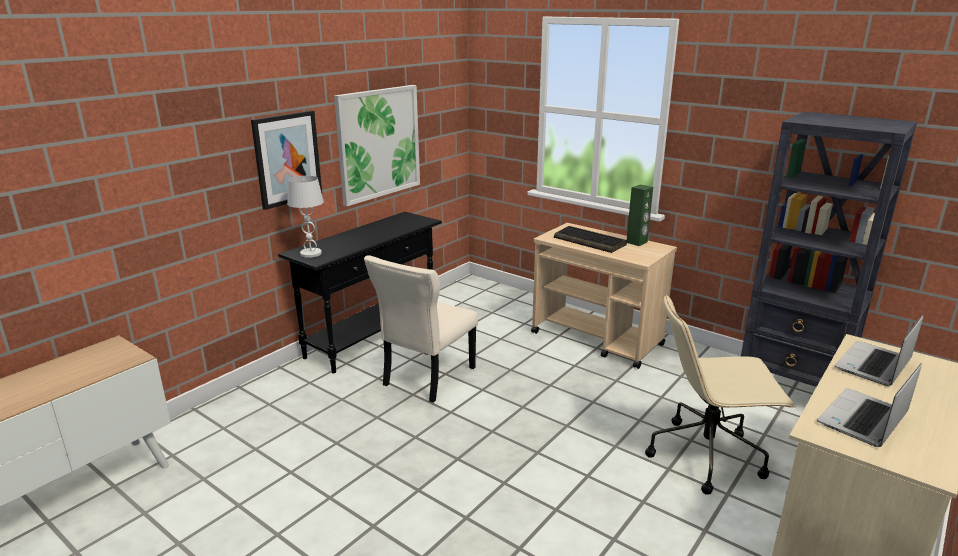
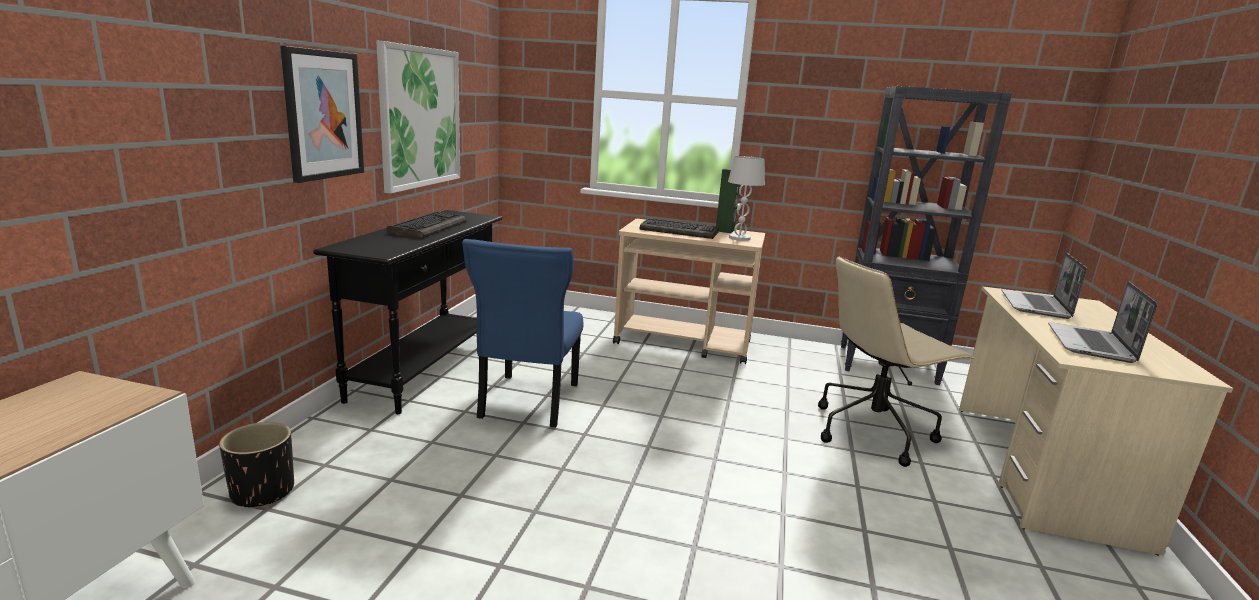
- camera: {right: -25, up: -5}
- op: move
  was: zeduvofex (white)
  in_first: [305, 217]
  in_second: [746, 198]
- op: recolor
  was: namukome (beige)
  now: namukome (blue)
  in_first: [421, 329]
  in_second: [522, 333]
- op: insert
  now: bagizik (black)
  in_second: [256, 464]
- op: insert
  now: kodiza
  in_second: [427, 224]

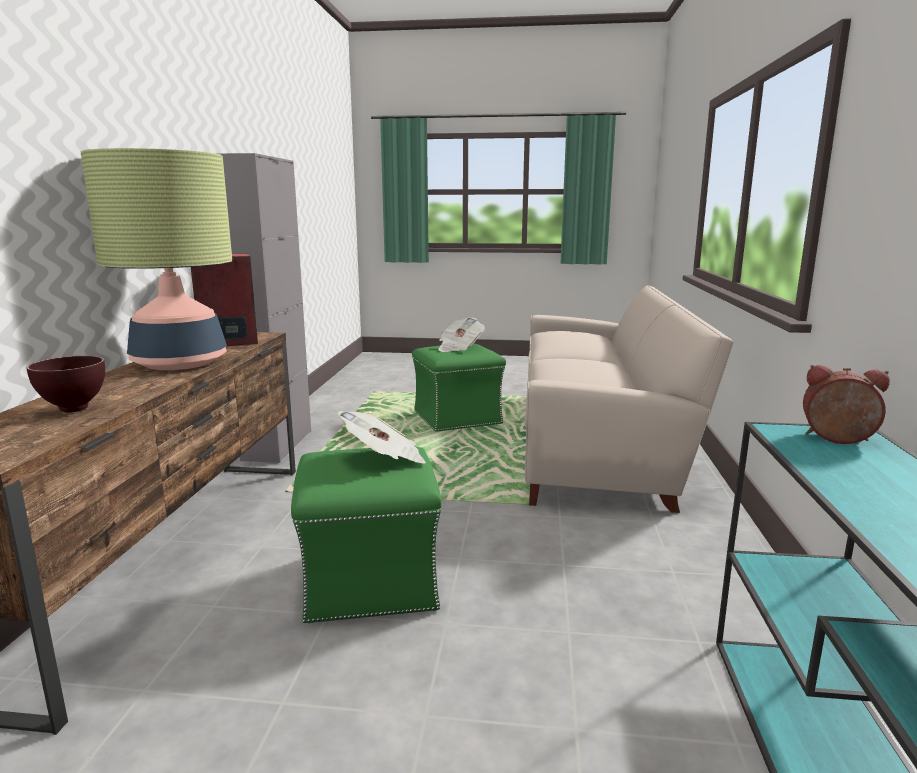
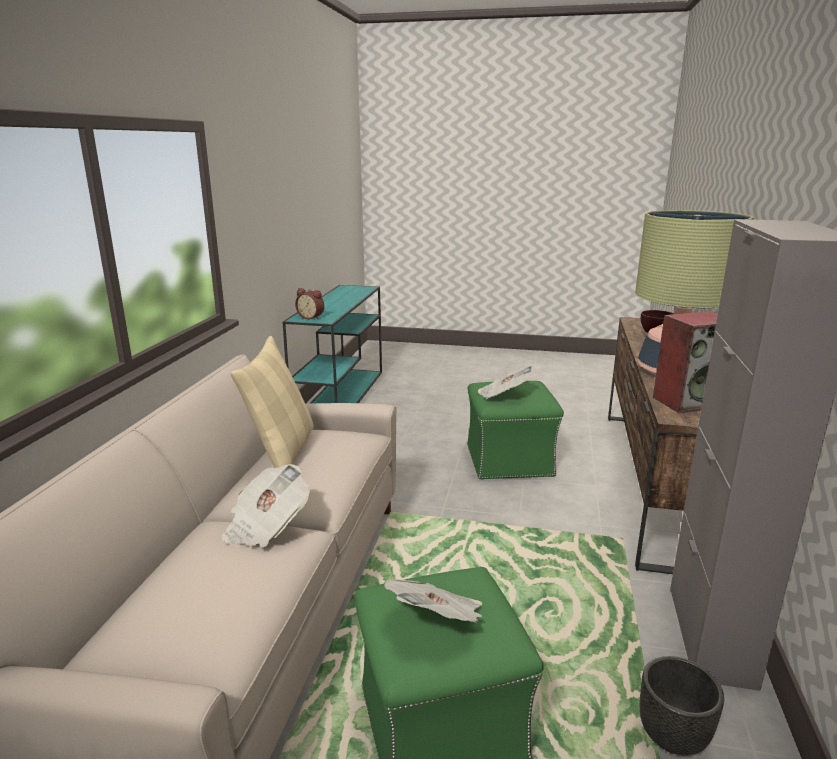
- camera: {right: -175, up: 5}
- op: insert
  now: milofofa
  in_second: [265, 505]
- op: insert
  now: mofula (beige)
  in_second: [272, 402]
- op: insert
  now: bagizik (black)
  in_second: [682, 705]

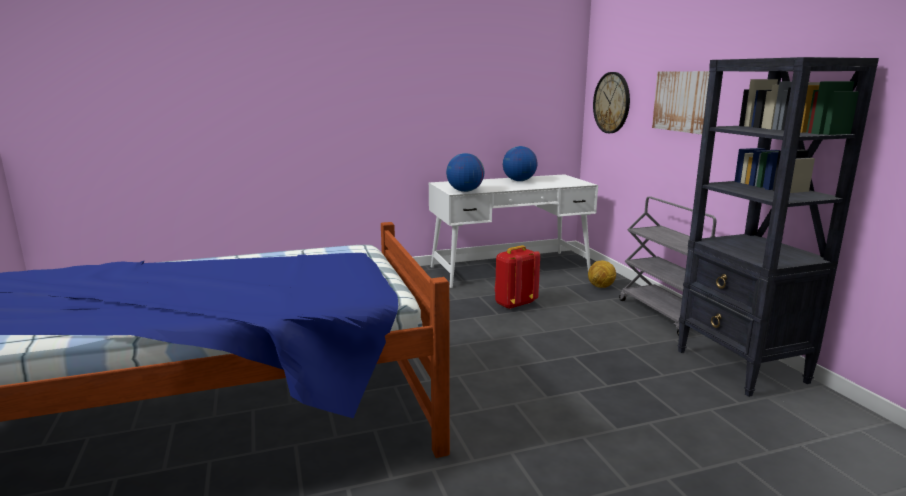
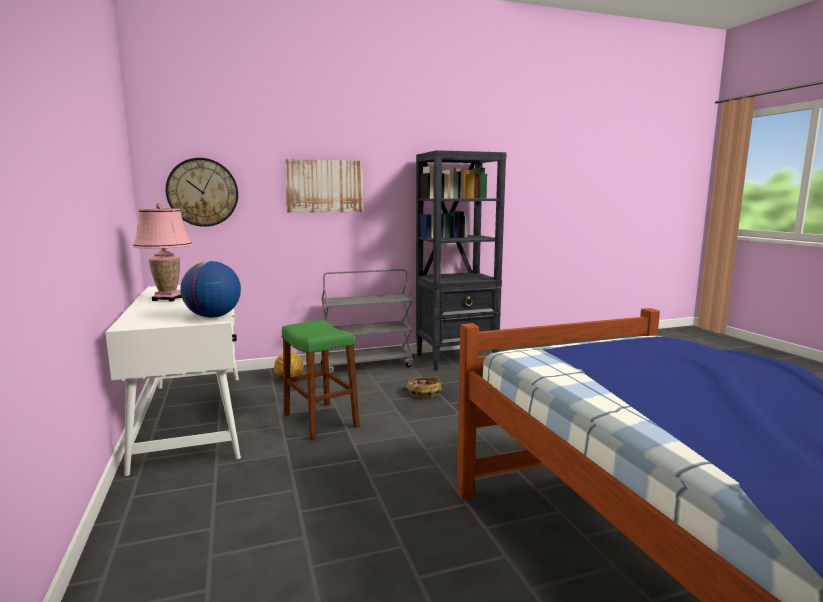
- camera: {right: -90, up: -5}
- op: replace
  was: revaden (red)
  now: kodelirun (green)
  in_first: [517, 277]
  in_second: [320, 380]
- op: replace
  was: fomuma
  now: zeduvofex (pink)
  in_first: [520, 163]
  in_second: [162, 252]
- op: insert
  now: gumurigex
  in_second: [422, 387]

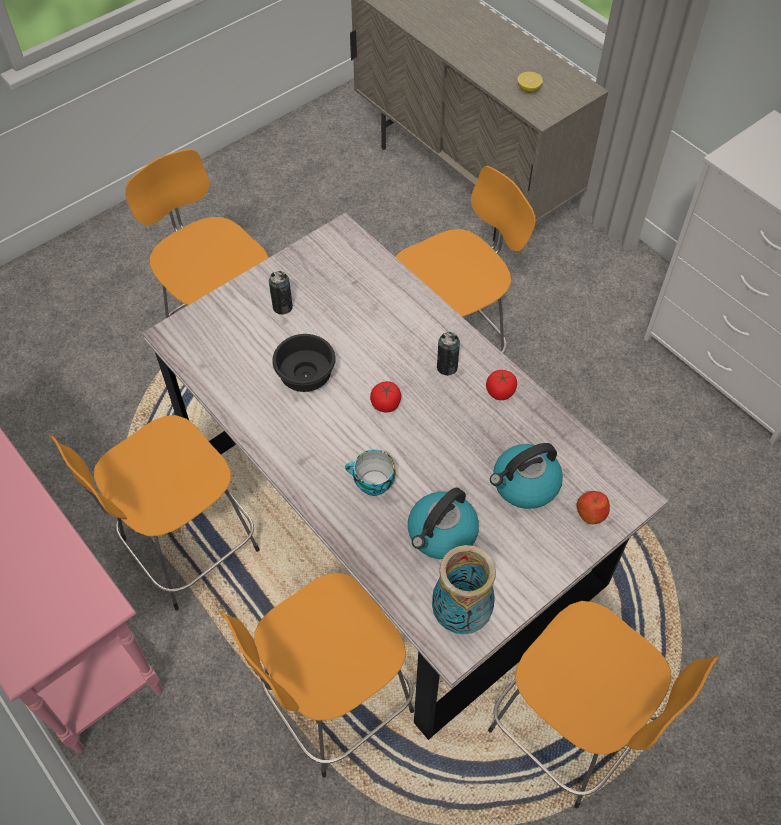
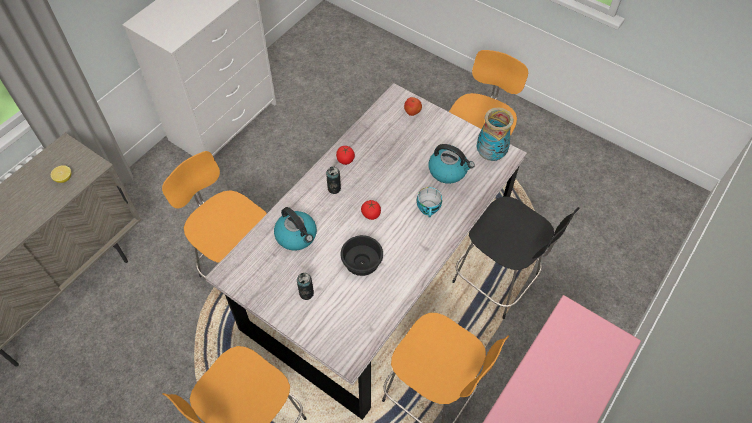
- camera: {right: -105, up: 0}
- op: recolor
  was: kodelirun (orange)
  now: kodelirun (black)
  in_first: [317, 675]
  in_second: [515, 257]
- op: move
  was: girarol
  in_first: [526, 476]
  in_second: [295, 229]

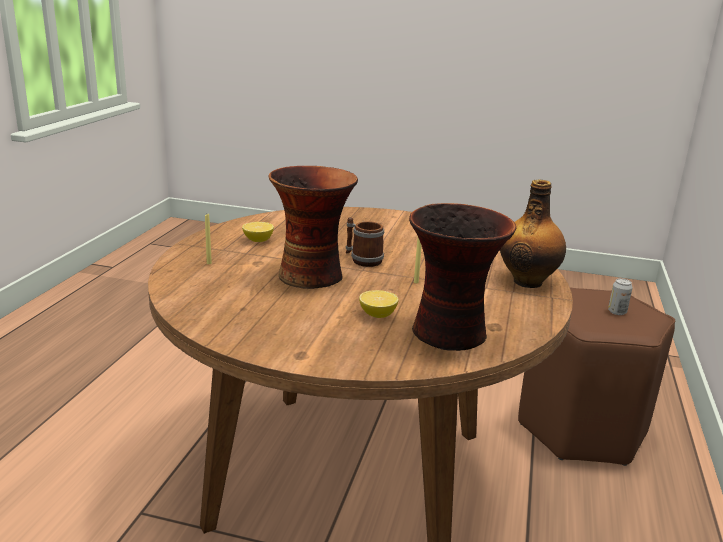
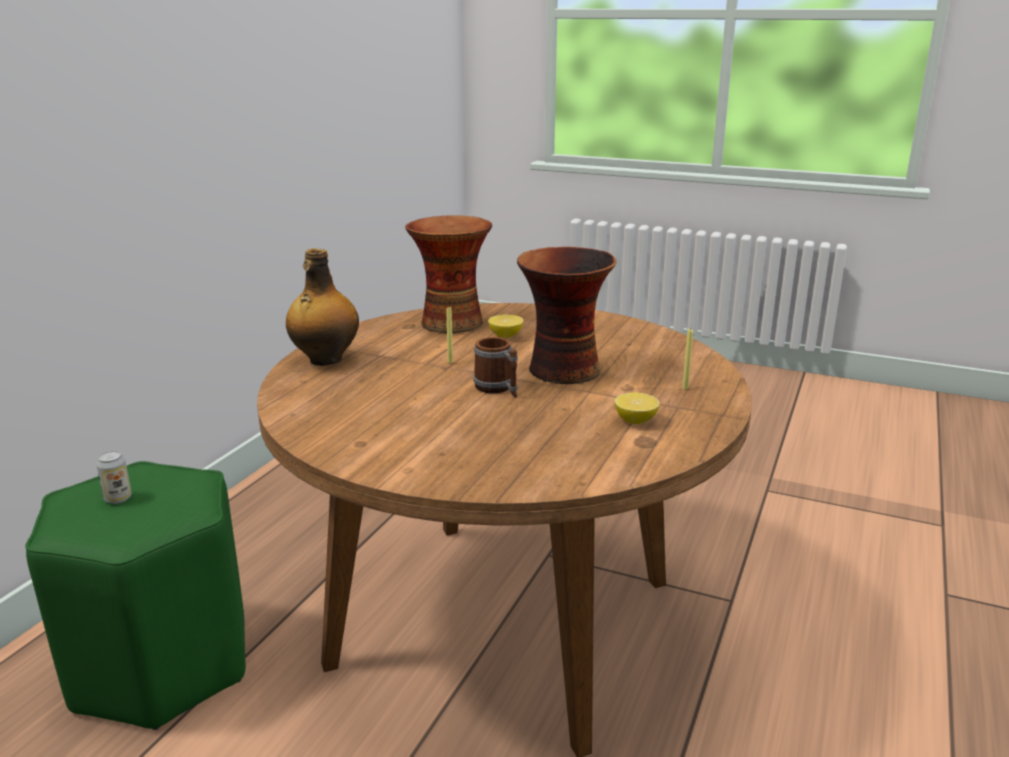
- camera: {right: -170, up: 0}
- op: recolor
  was: kodelirun (brown)
  now: kodelirun (green)
  in_first: [596, 377]
  in_second: [135, 595]

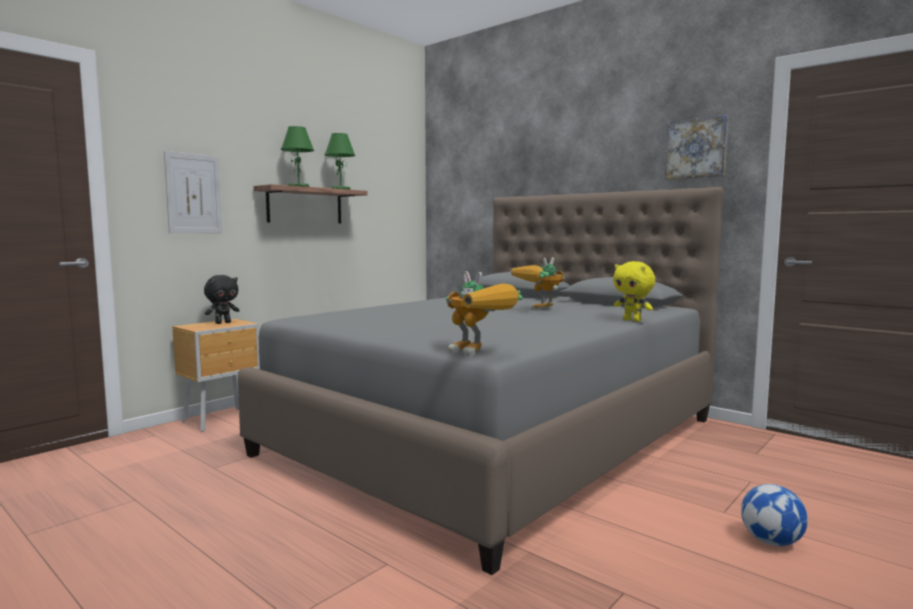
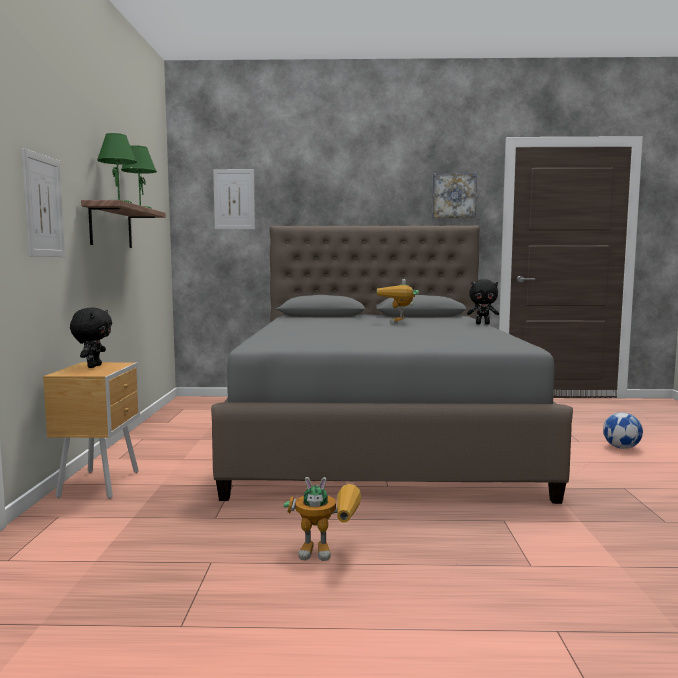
- camera: {right: -40, up: 0}
- op: move
  was: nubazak
  in_first: [484, 313]
  in_second: [322, 519]
- op: recolor
  was: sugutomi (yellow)
  now: sugutomi (black)
  in_first: [634, 291]
  in_second: [483, 301]
- op: insert
  now: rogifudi
  in_second: [234, 199]

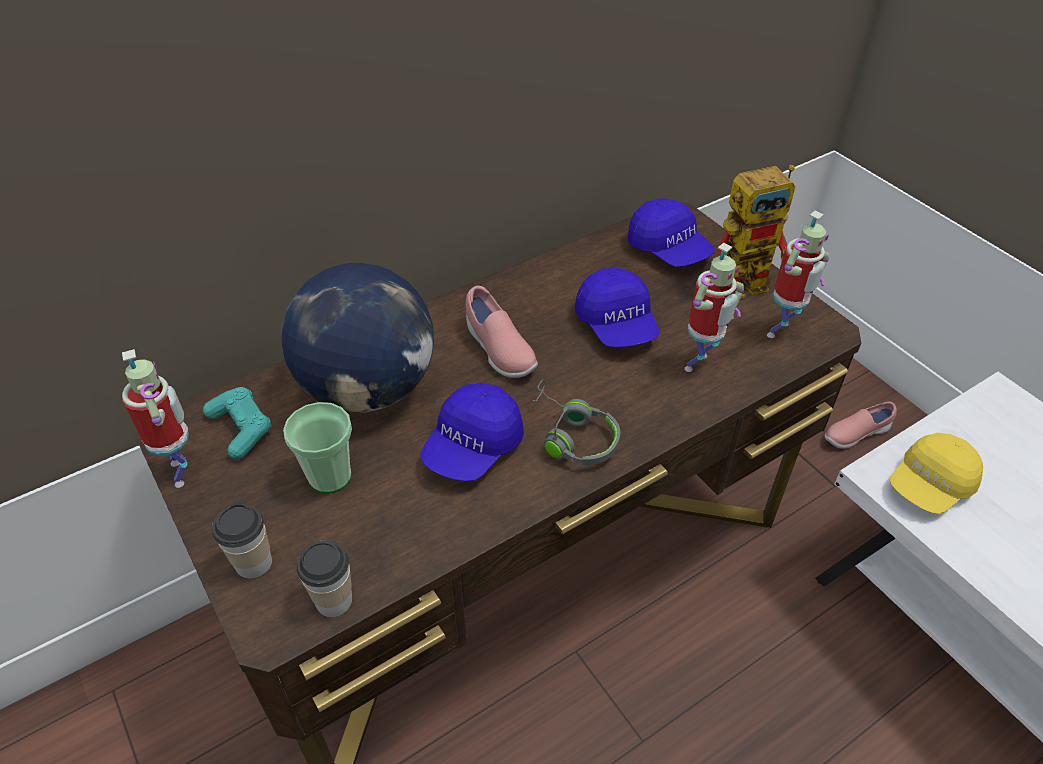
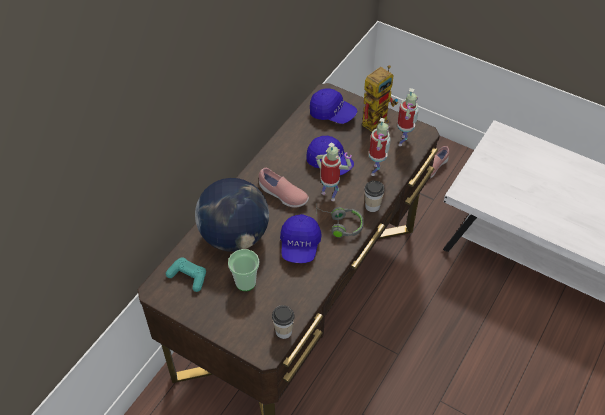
- camera: {right: -25, up: 5}
- op: move
  was: nubazak
  in_first: [155, 418]
  in_second: [334, 171]
- op: move
  was: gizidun
  in_first: [242, 541]
  in_second: [374, 196]
- op: delete
  was: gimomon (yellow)
  in_first: [936, 473]

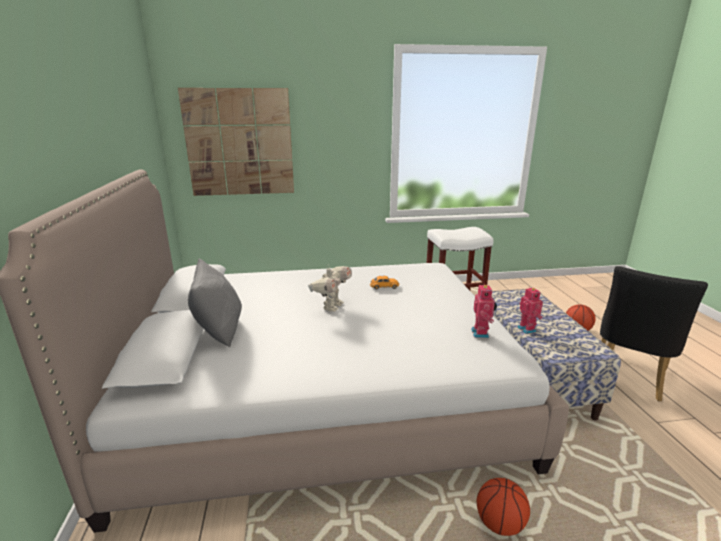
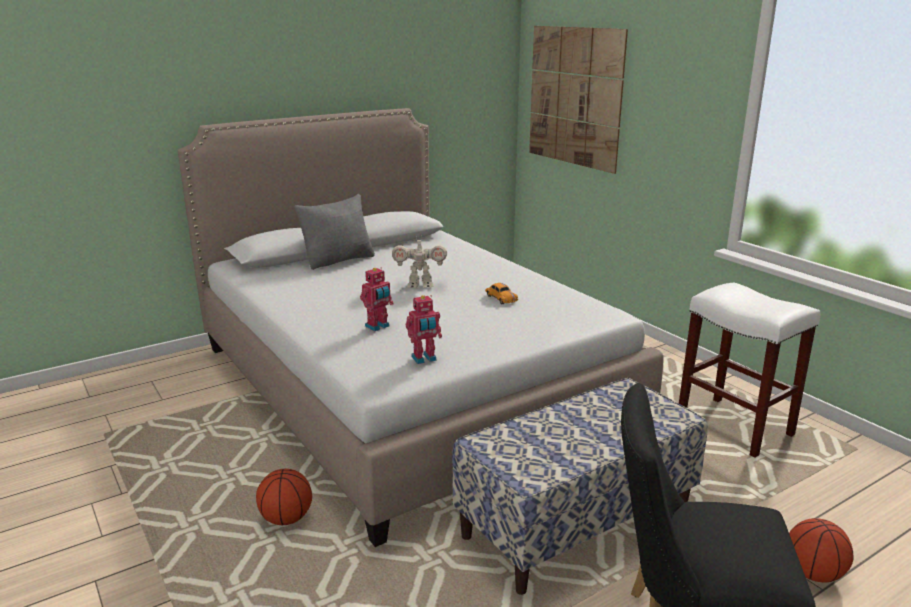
- camera: {right: 65, up: 0}
- op: move
  was: nubazak
  in_first: [530, 310]
  in_second: [377, 299]

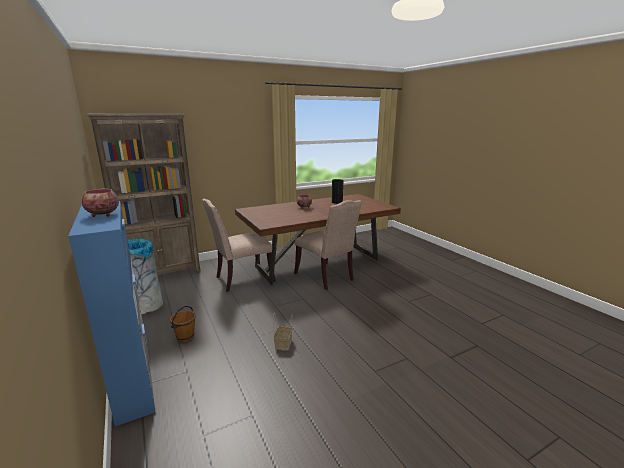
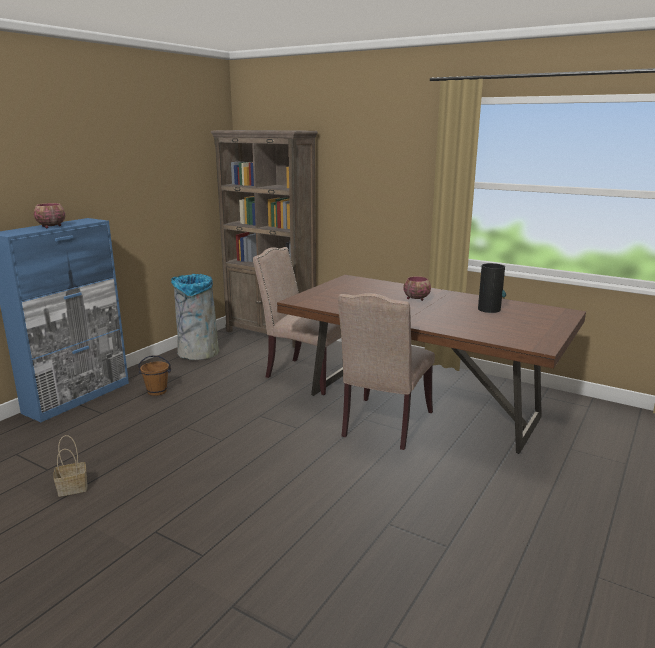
- camera: {right: 60, up: 0}
- op: move
  was: gumurigex
  in_first: [283, 331]
  in_second: [71, 466]

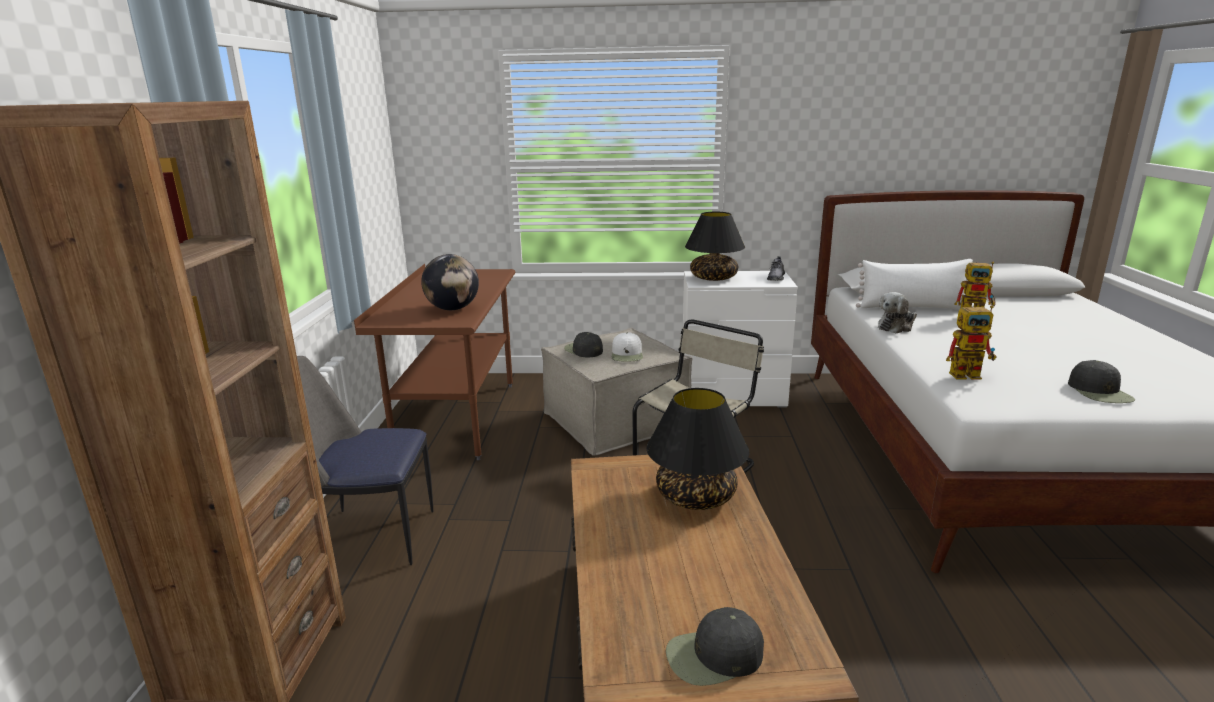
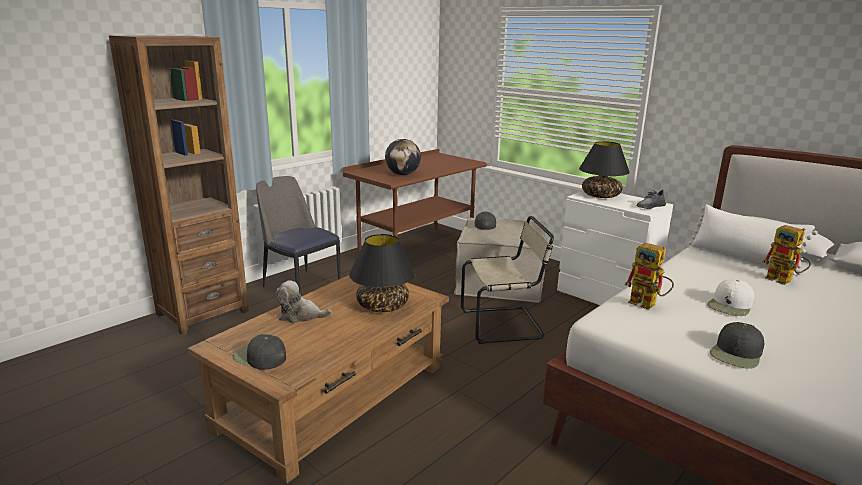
- camera: {right: 40, up: 0}
- op: move
  was: gimomon (white)
  in_first: [627, 347]
  in_second: [730, 297]
- op: move
  was: sugutomi
  in_first: [897, 313]
  in_second: [304, 301]

